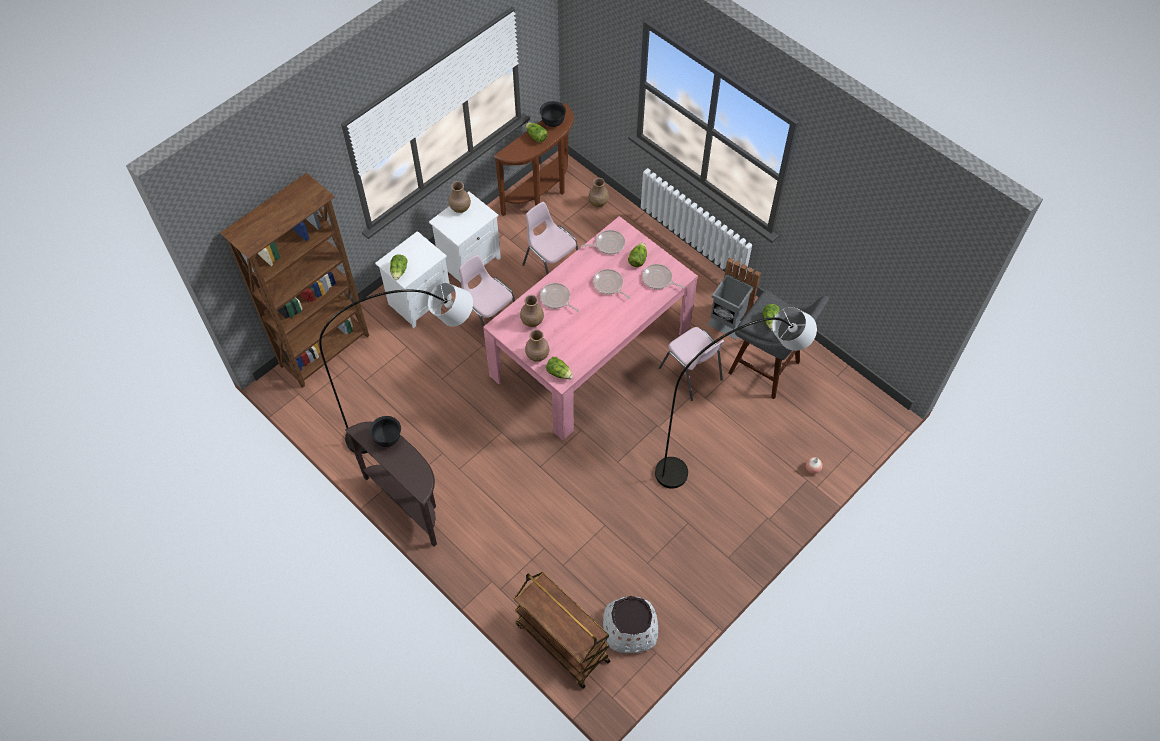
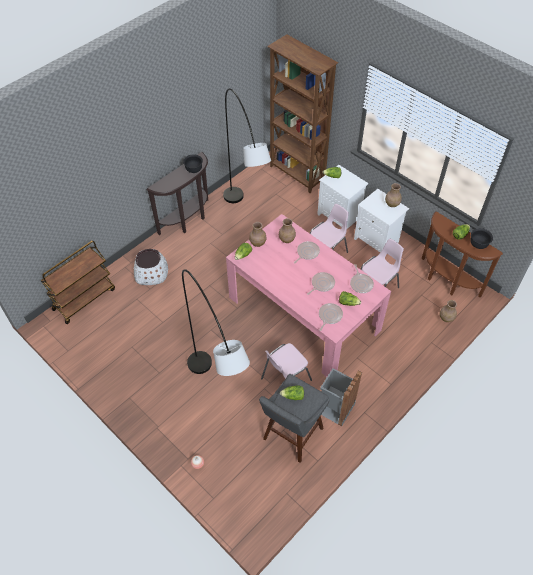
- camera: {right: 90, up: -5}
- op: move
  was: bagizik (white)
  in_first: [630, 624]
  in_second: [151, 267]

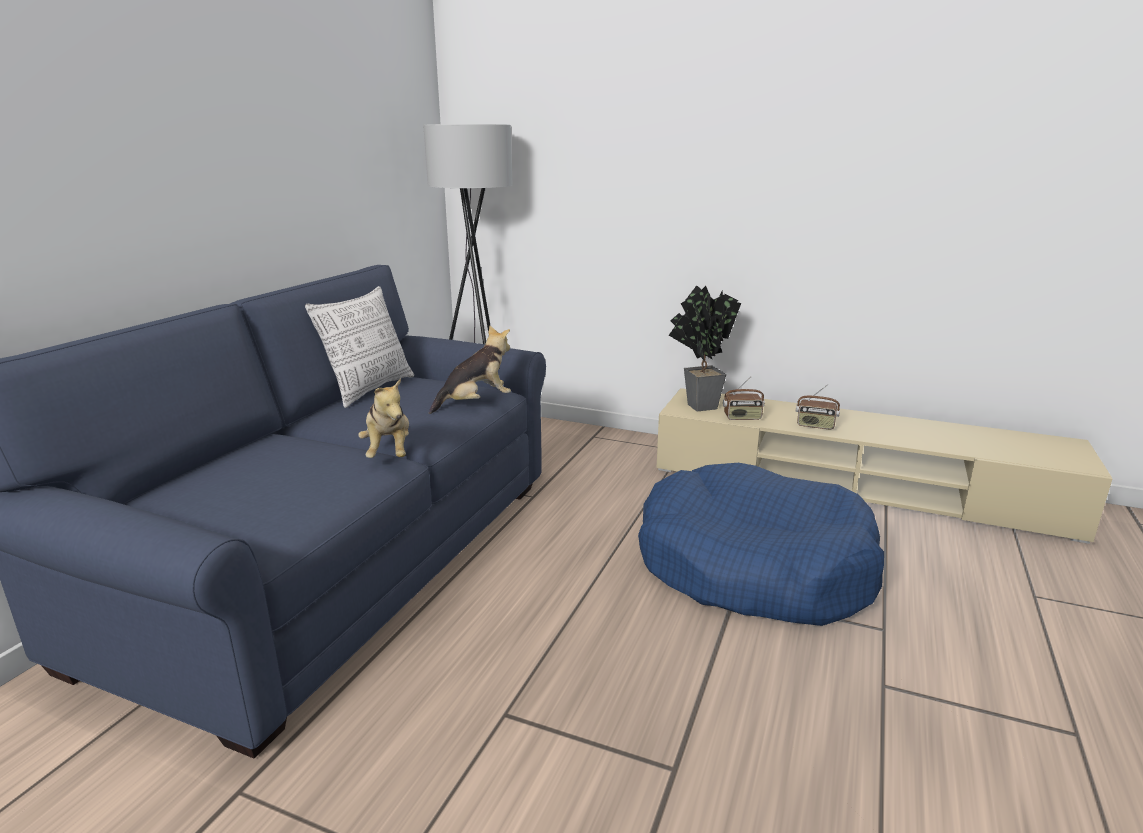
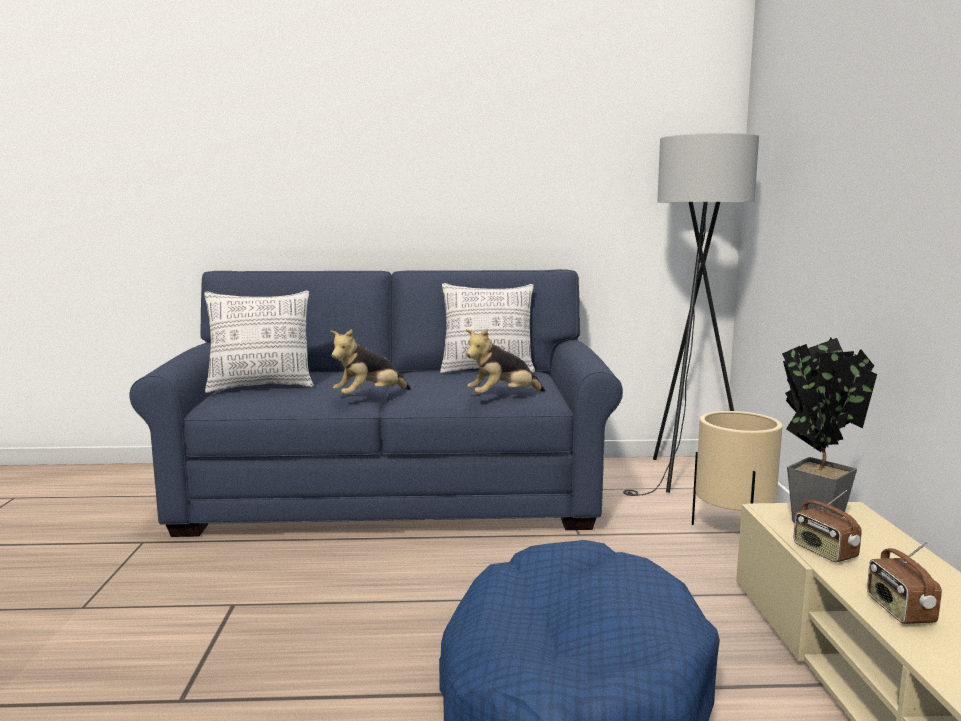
- camera: {right: 65, up: -10}
- op: rotate
  was: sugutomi
  in_first: [470, 369]
  in_second: [505, 361]
  clockwise: 120
- op: insert
  now: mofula
  in_second: [259, 342]
- op: insert
  now: bagizik (beige)
  in_second: [737, 468]

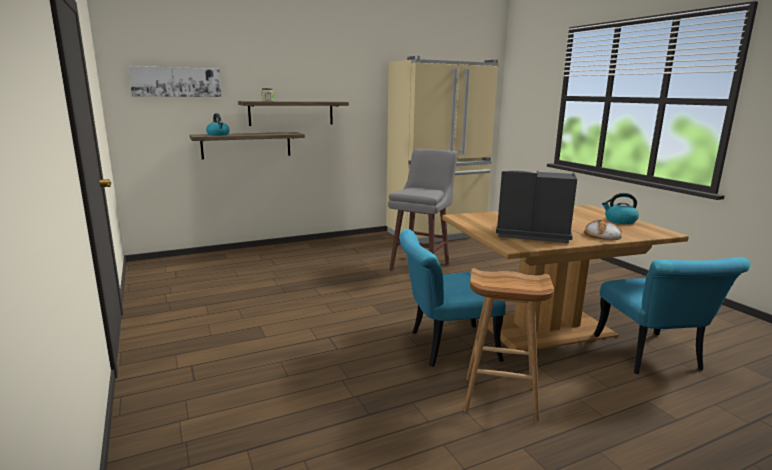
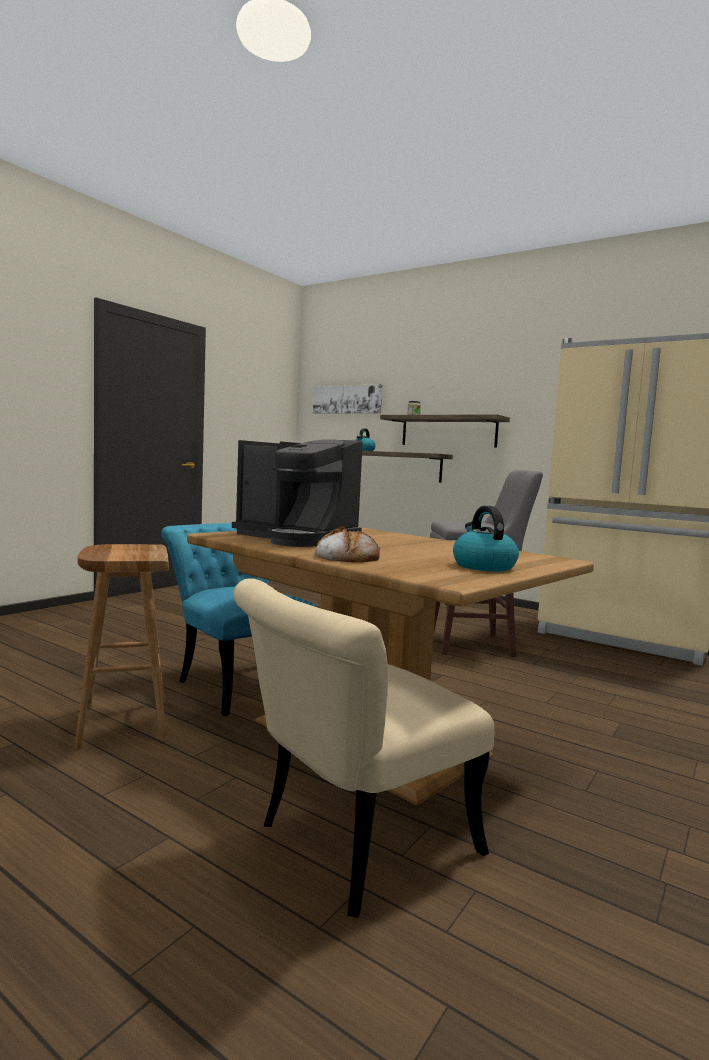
- camera: {right: 60, up: -10}
- op: rotate
  was: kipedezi
  in_first: [536, 206]
  in_second: [297, 493]
  clockwise: 135
- op: recolor
  was: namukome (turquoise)
  now: namukome (beige)
  in_first: [672, 315]
  in_second: [364, 748]

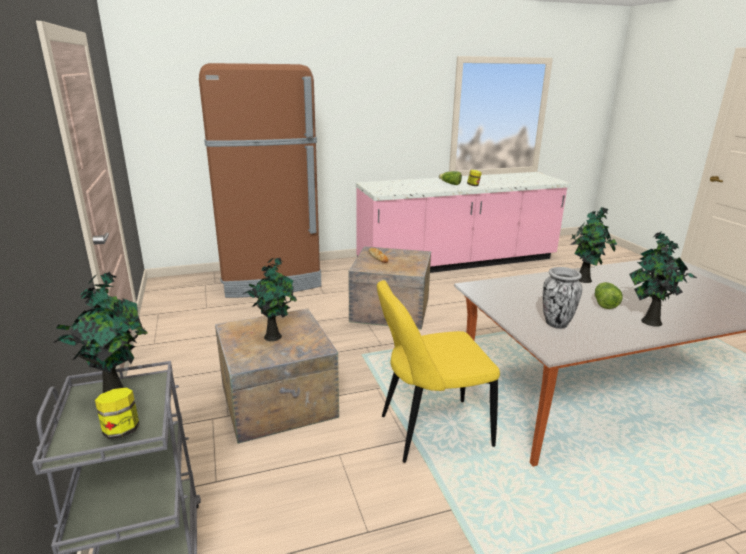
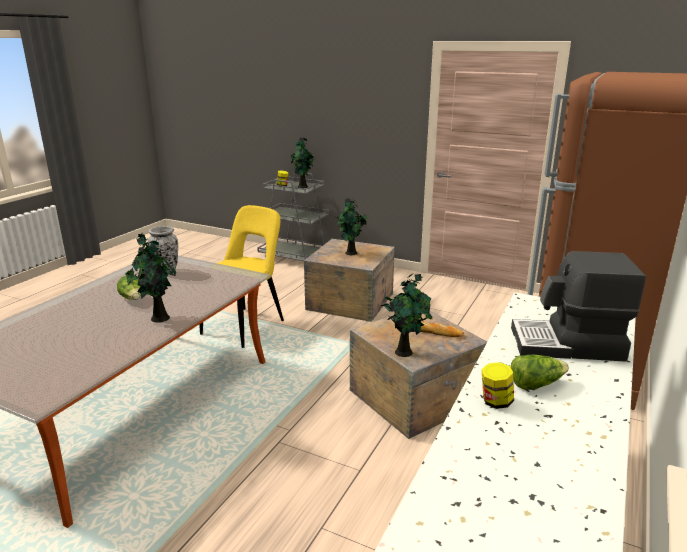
- camera: {right: 135, up: 0}
- op: move
  was: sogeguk
  in_first: [663, 279]
  in_second: [406, 315]
- op: insert
  now: kipedezi
  in_second: [578, 306]

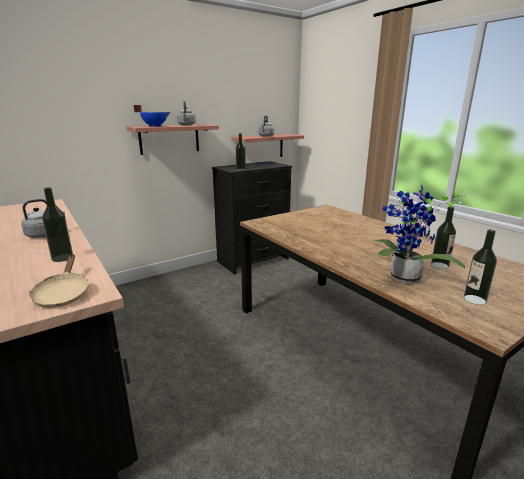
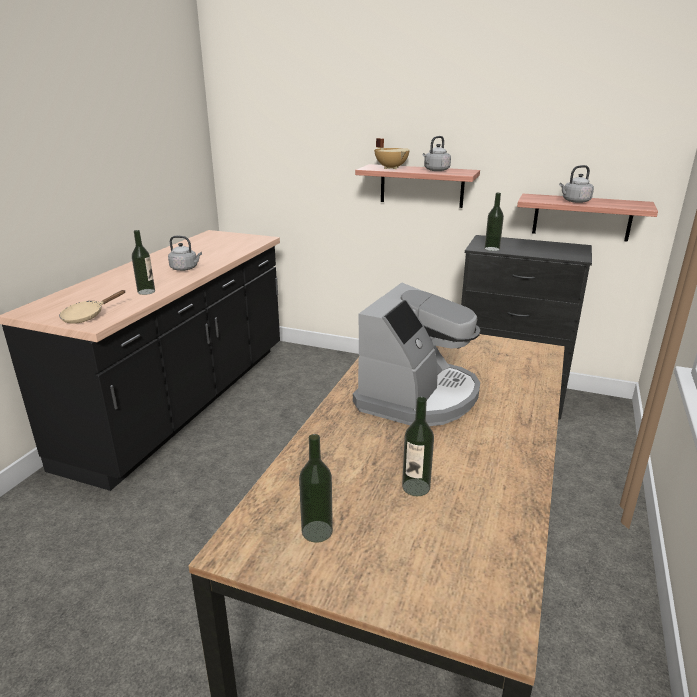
- camera: {right: 55, up: 5}
- op: recolor
  was: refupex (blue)
  now: refupex (beige)
  in_first: [152, 116]
  in_second: [392, 153]
- op: delete
  was: sogeguk
  in_first: [420, 234]
- op: insert
  now: kipedezi
  in_second: [417, 354]

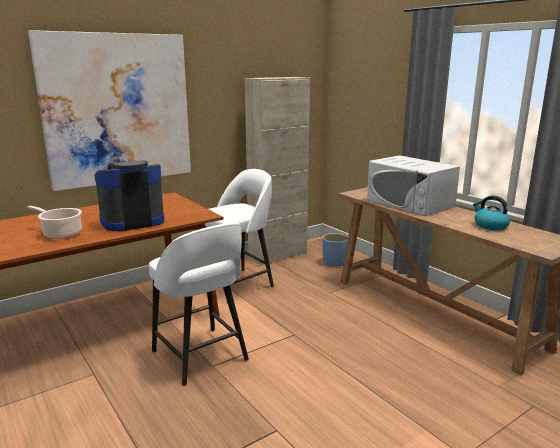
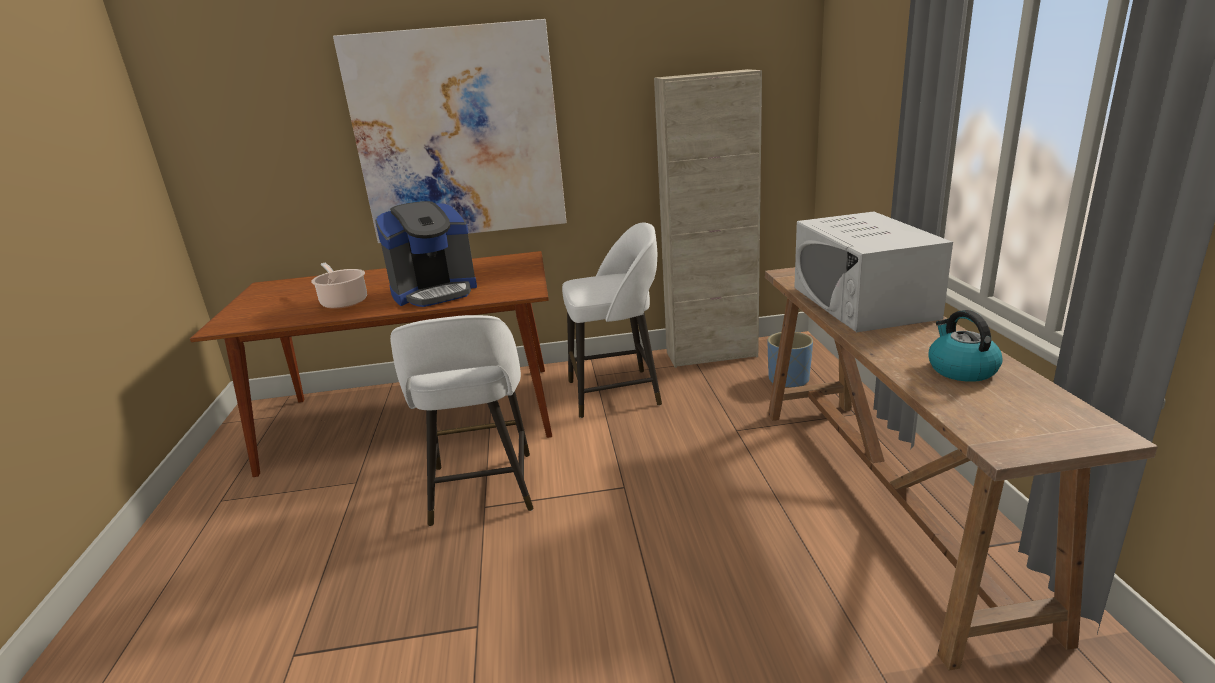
- camera: {right: 30, up: 5}
- op: rotate
  was: kipedezi
  in_first: [129, 195]
  in_second: [426, 254]
  clockwise: 150

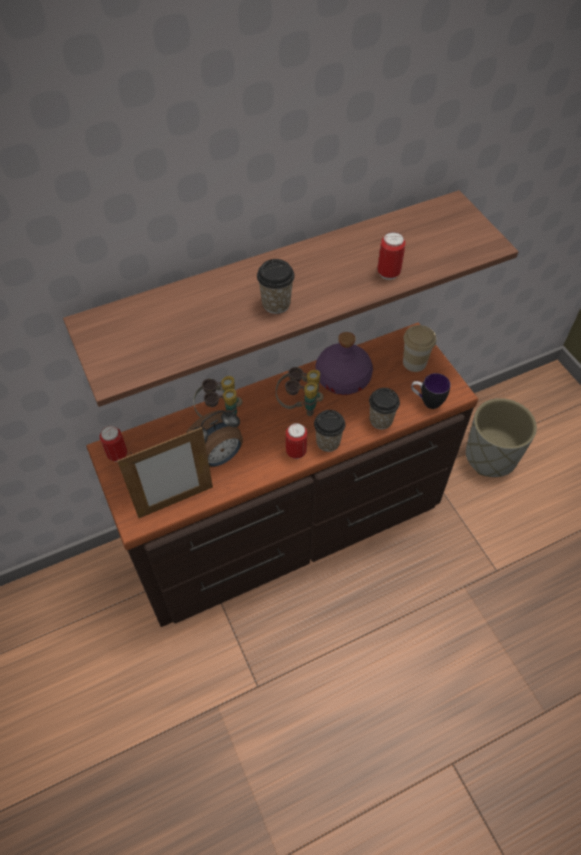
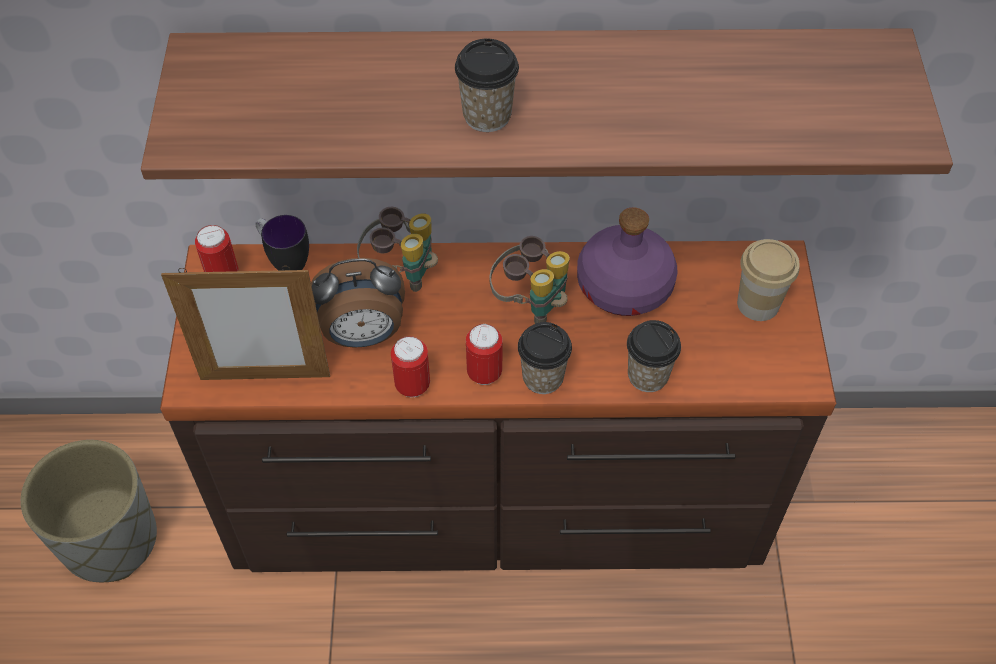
- camera: {right: 25, up: 0}
- op: move
  was: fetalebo
  in_first: [391, 256]
  in_second: [410, 366]
- op: move
  was: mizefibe
  in_first: [431, 391]
  in_second: [282, 243]
- op: move
  was: bagizik (grey)
  in_first: [501, 437]
  in_second: [89, 511]

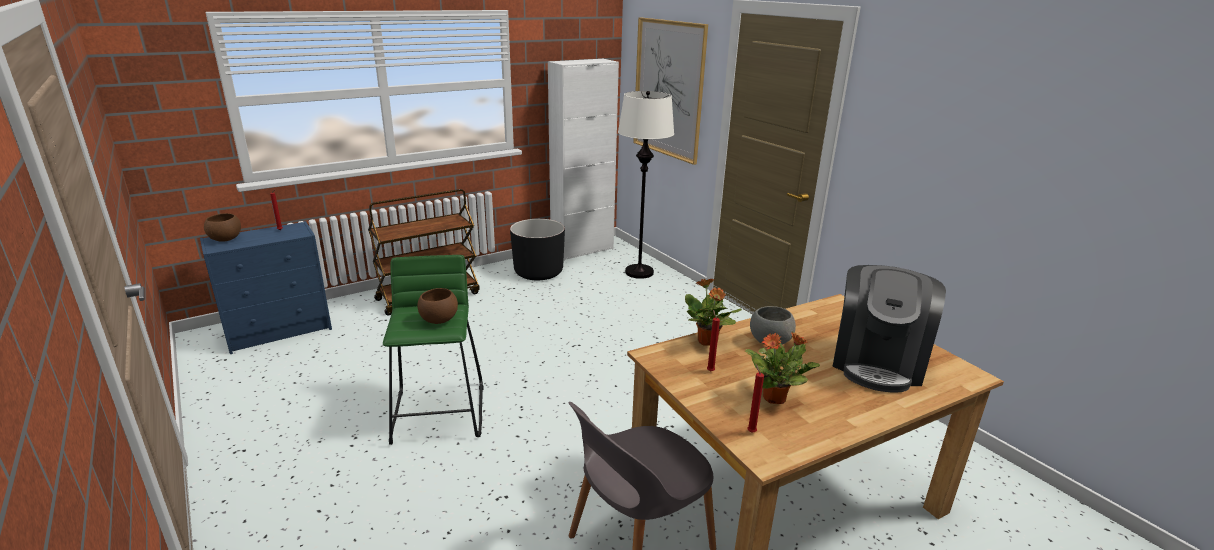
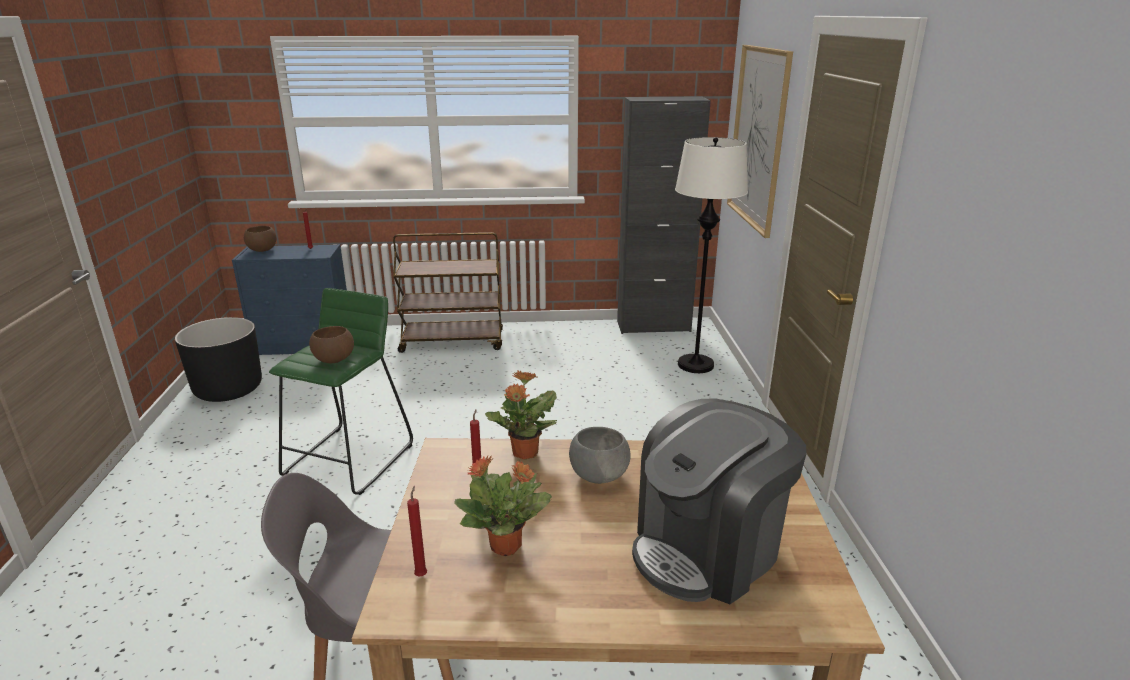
- camera: {right: 30, up: 0}
- op: move
  was: bagizik (black)
  in_first: [537, 249]
  in_second: [218, 359]
- op: recolor
  was: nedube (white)
  now: nedube (black)
  in_first: [583, 160]
  in_second: [664, 215]

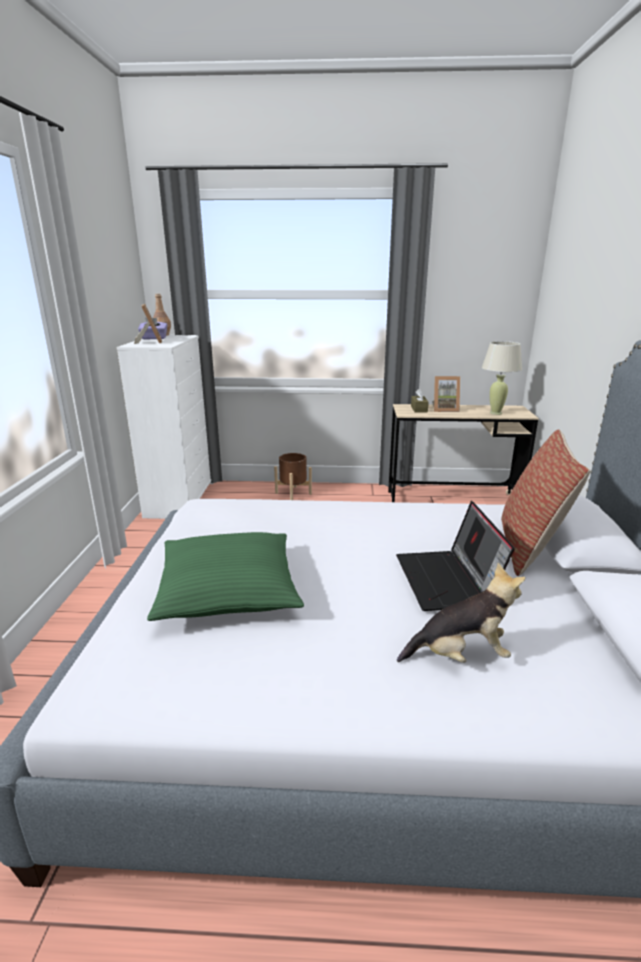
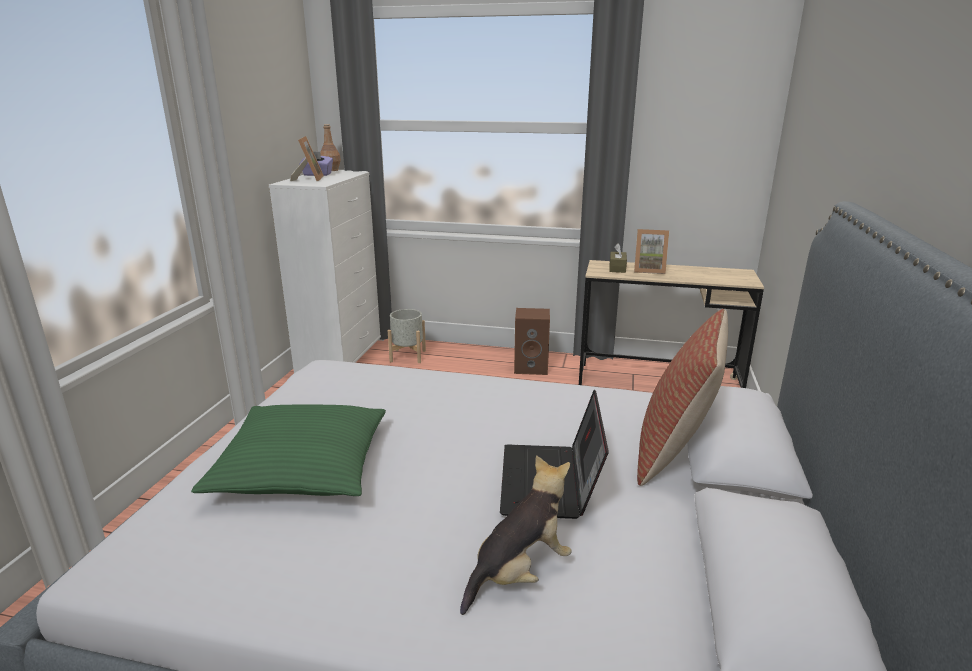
- camera: {right: 10, up: 0}
- op: delete
  was: bagizik (brown)
  in_first: [293, 476]
- op: rotate
  was: sugutomi
  in_first: [461, 613]
  in_second: [516, 535]
  clockwise: -45
- op: delete
  was: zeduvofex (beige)
  in_first: [502, 378]
- op: insert
  now: bagizik (grey)
  in_second: [407, 336]
- op: insert
  now: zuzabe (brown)
  in_second: [532, 341]

